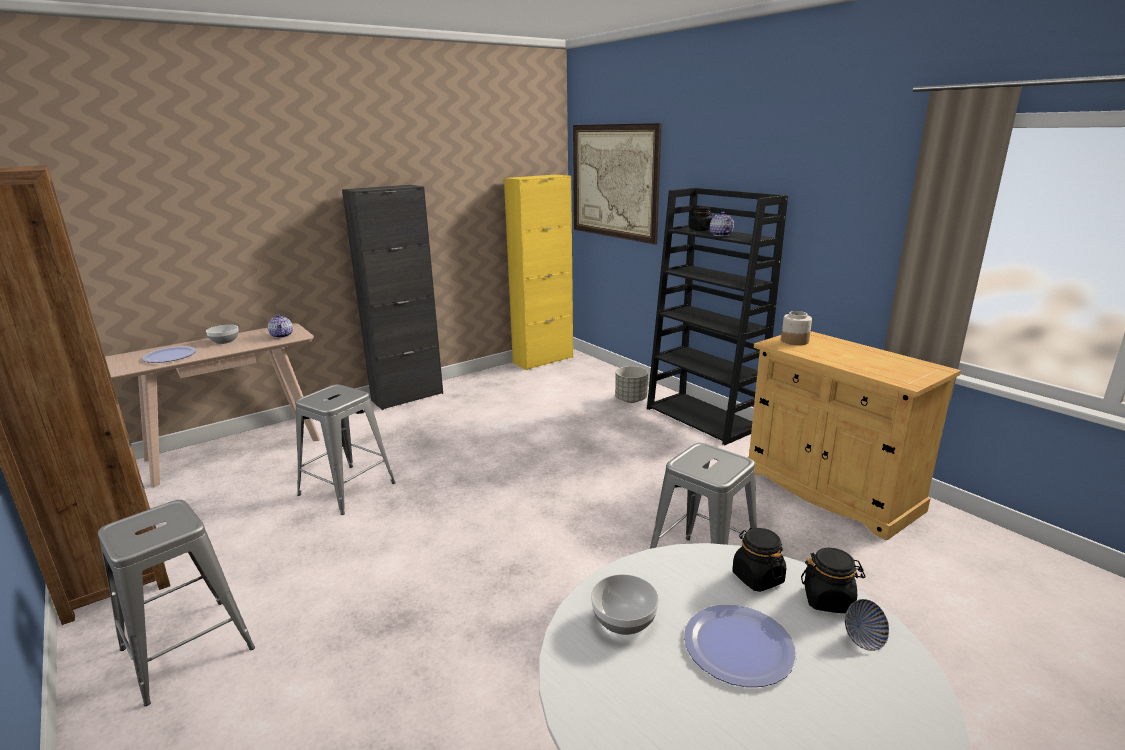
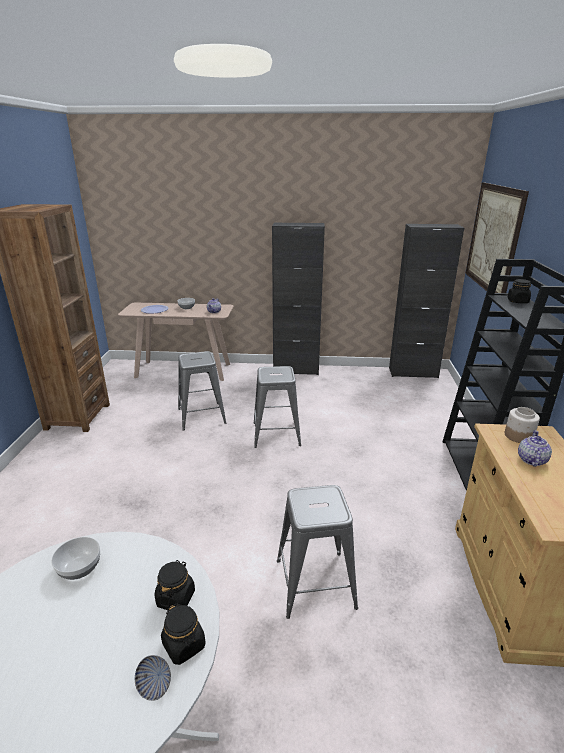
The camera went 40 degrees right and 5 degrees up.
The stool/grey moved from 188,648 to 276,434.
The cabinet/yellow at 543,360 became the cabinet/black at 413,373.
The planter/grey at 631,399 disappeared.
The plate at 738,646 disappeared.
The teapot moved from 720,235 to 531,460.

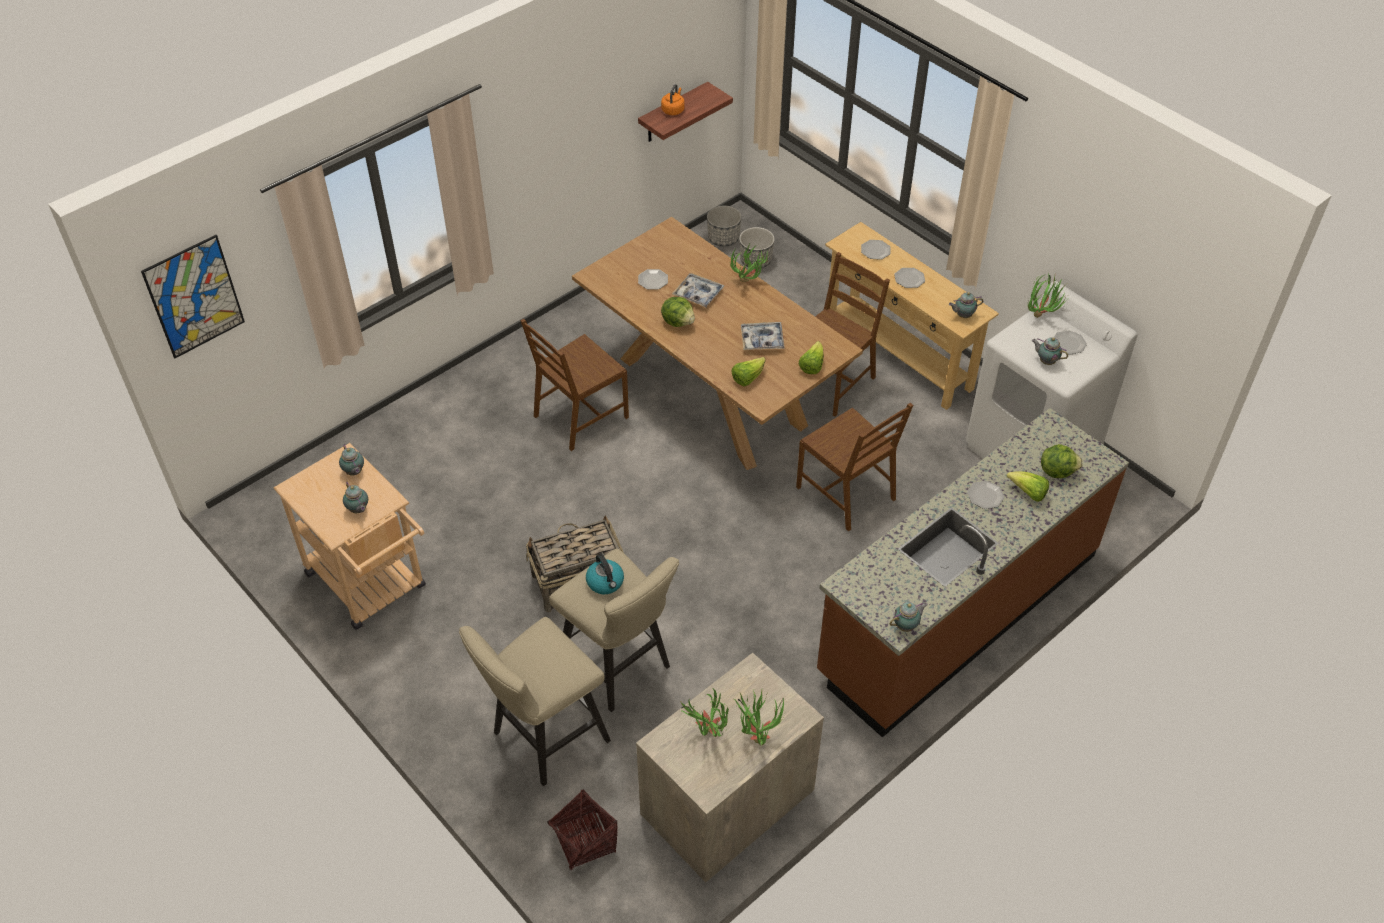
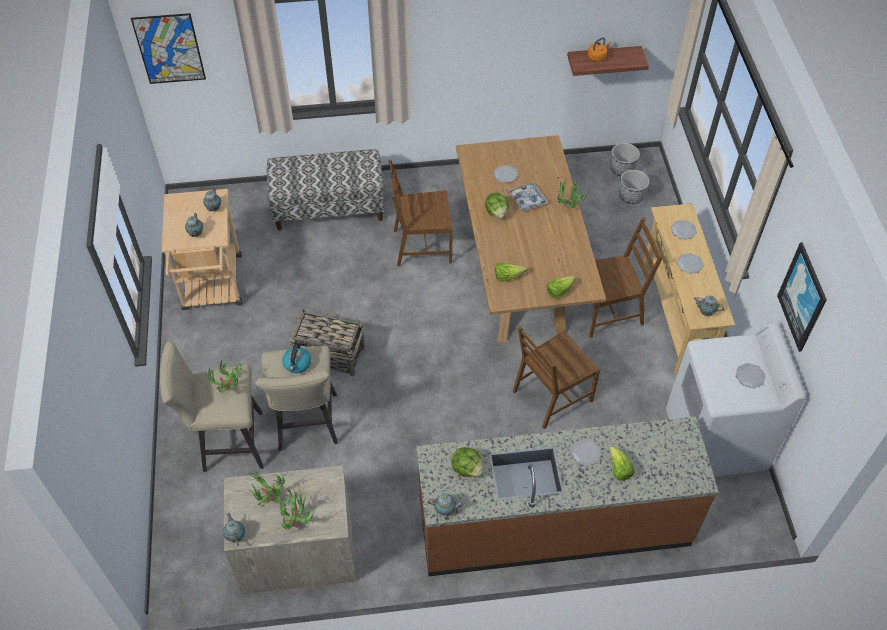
The camera went 35 degrees right and 5 degrees up.
The basket at 584,841 disappeared.
The tray at 762,340 disappeared.
The chair/brown at 847,493 turned 60 degrees clockwise.
The potted plant moved from 1042,315 to 230,389.
The teapot moved from 1046,361 to 235,535.
The lettuce moved from 1057,471 to 467,468.
The bench at 329,208 appeared.
The picture at 803,297 appeared.

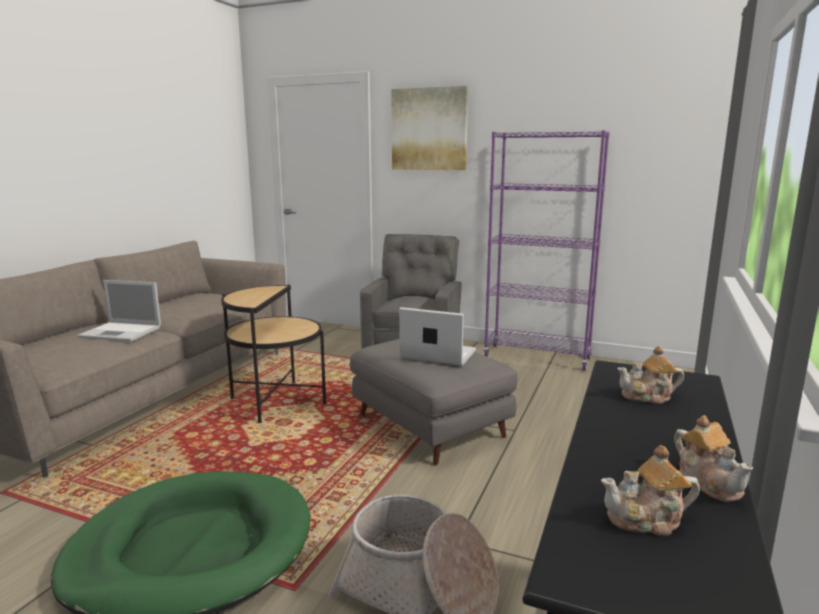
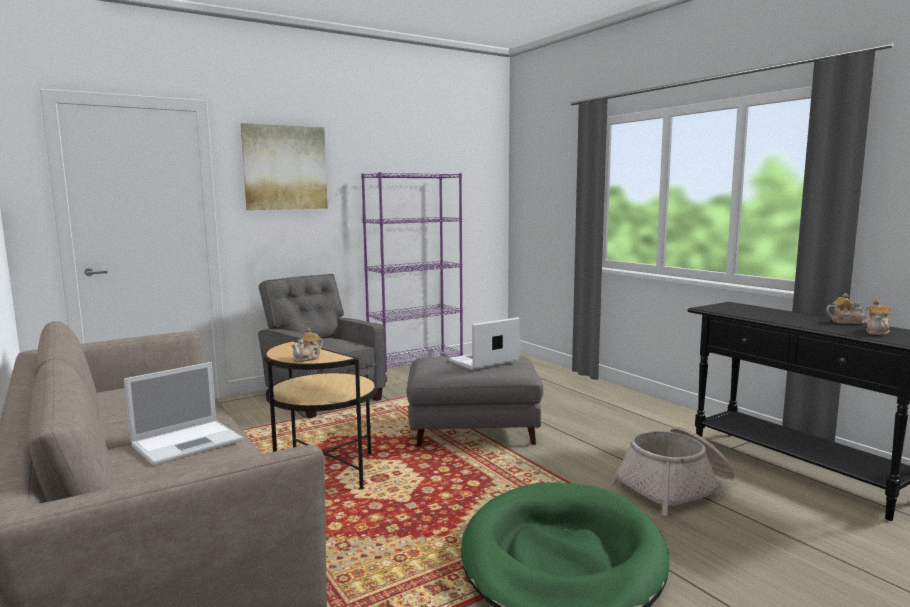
The camera went 55 degrees left and 5 degrees down.
The teapot moved from 648,397 to 308,358.

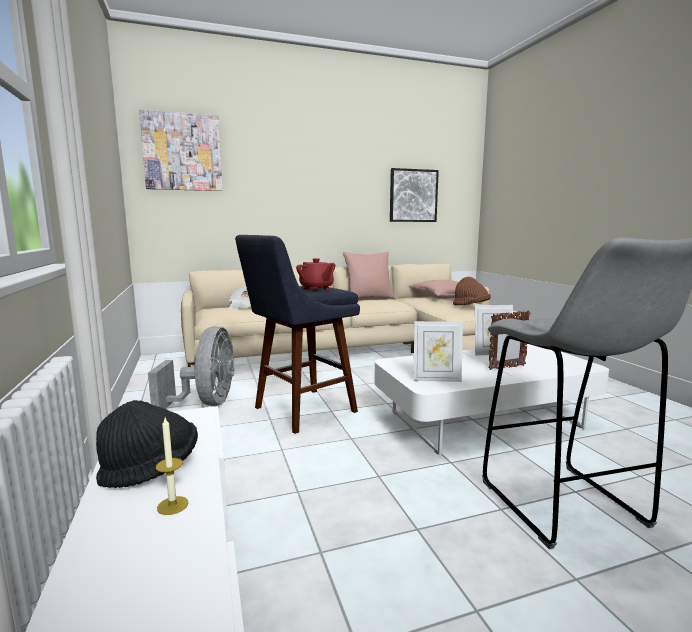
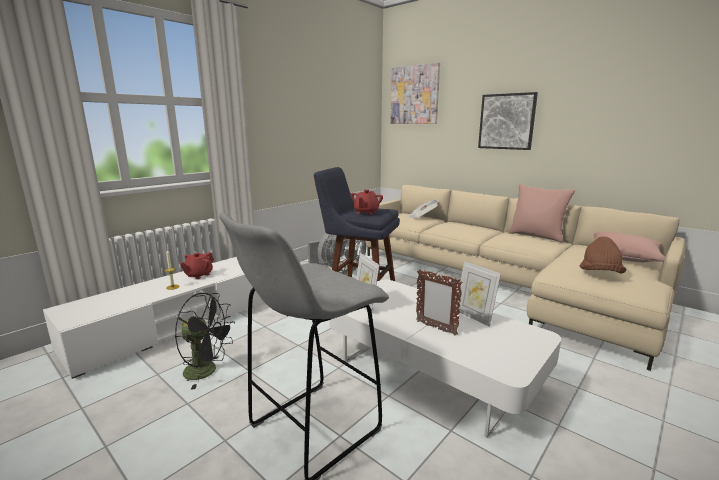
The camera went 60 degrees right and 5 degrees up.
The hat/black at 151,469 was replaced by the teapot/red at 198,275.
The picture moved from 413,195 to 506,121.
The fan/black at 207,371 appeared.

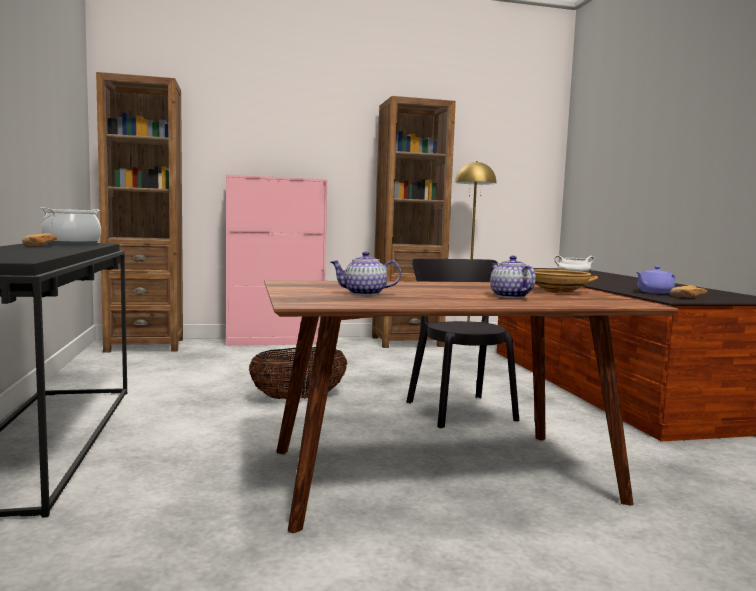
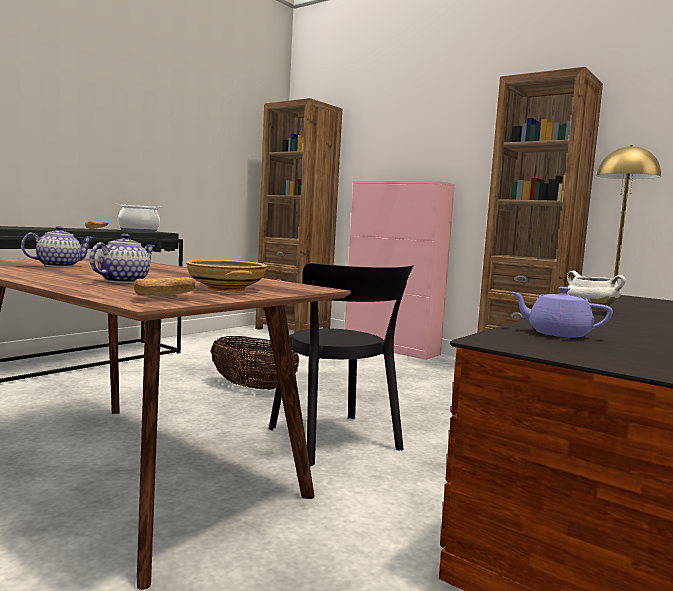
The camera went 50 degrees right and 0 degrees up.
The teapot at 364,294 turned 90 degrees clockwise.
The chair/black at 458,409 turned 120 degrees clockwise.
The bread moved from 690,298 to 159,298.

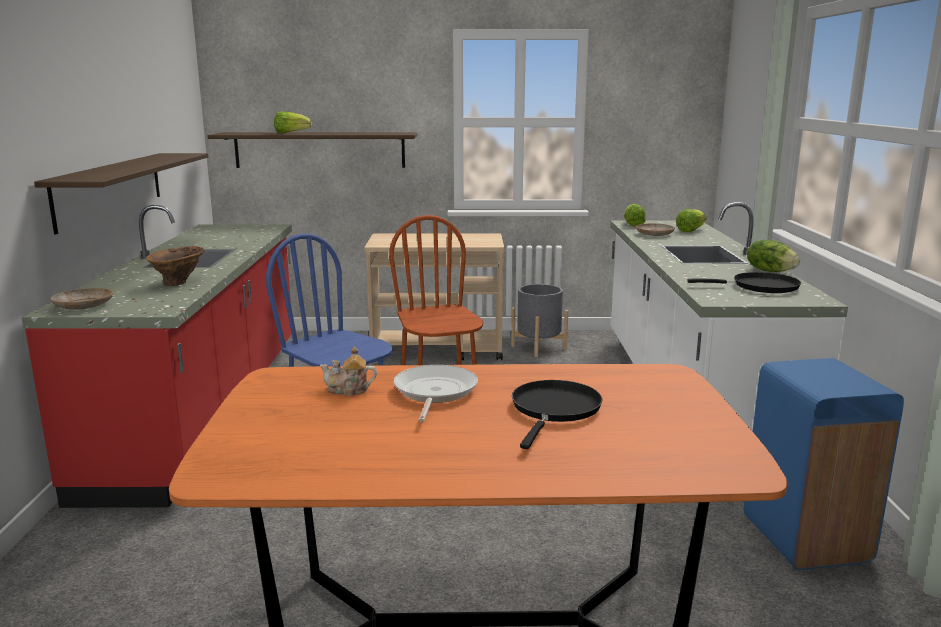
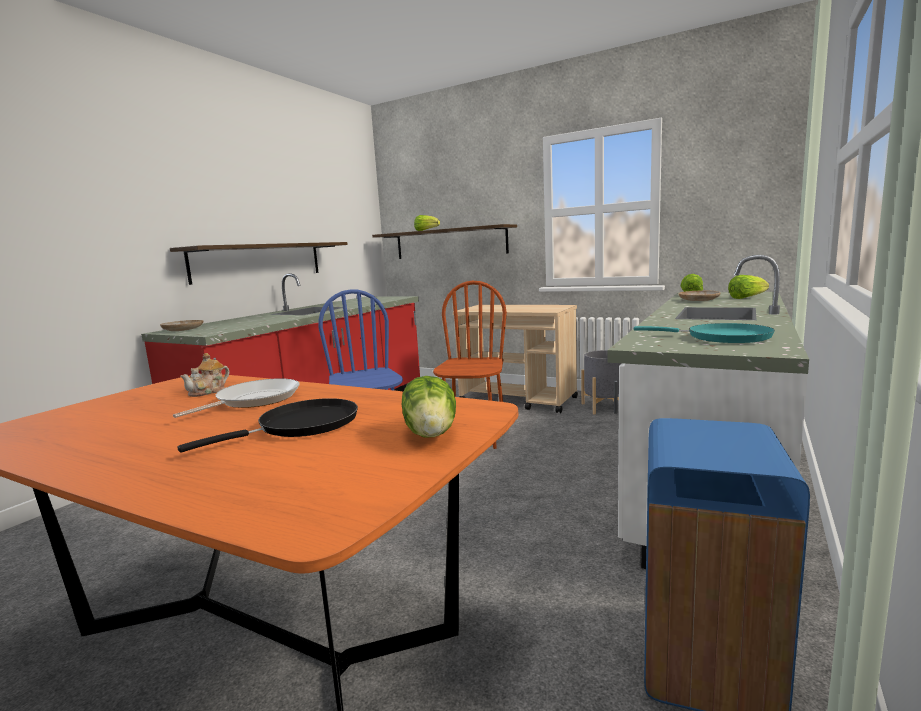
The camera went 30 degrees right and 5 degrees down.
The vase/brown at 180,282 disappeared.
The teapot at 348,390 turned 90 degrees counterclockwise.
The frying pan/black at 760,287 became the frying pan/turquoise at 722,338.
The lettuce moved from 770,271 to 432,433.

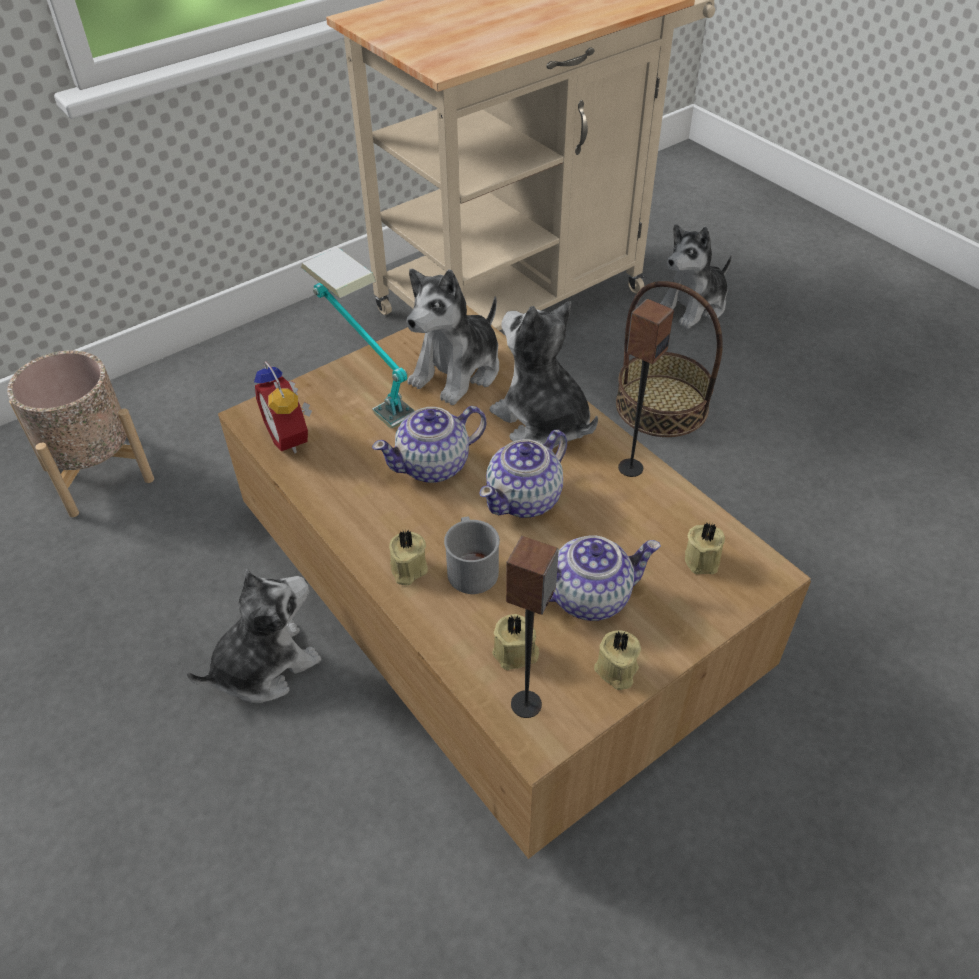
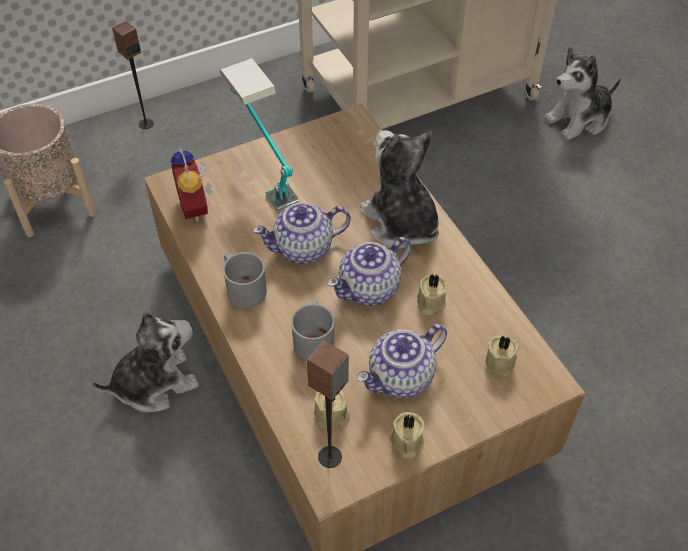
The camera went 10 degrees right and 5 degrees up.
The candle/beige moved from 407,569 to 430,302.
The plush toy at 458,371 disappeared.
The teapot at 589,596 turned 150 degrees clockwise.
The basket at 662,405 disappeared.
The speaker moved from 630,467 to 146,124.
The mug/grey at 243,288 appeared.

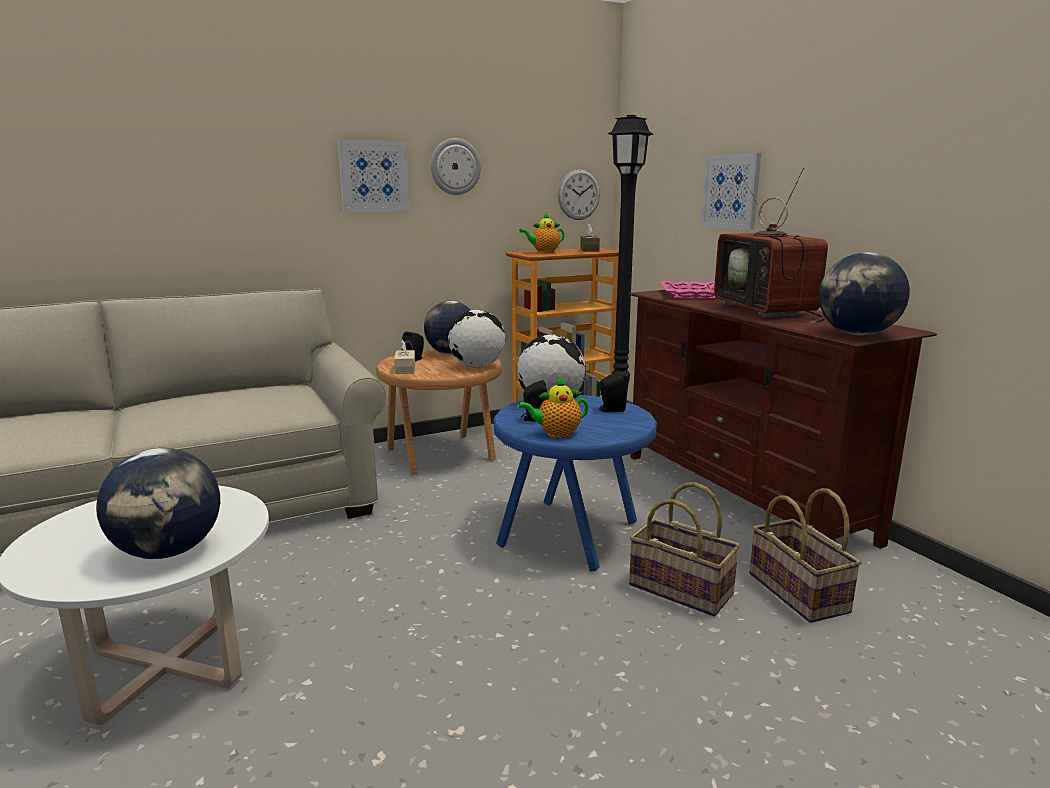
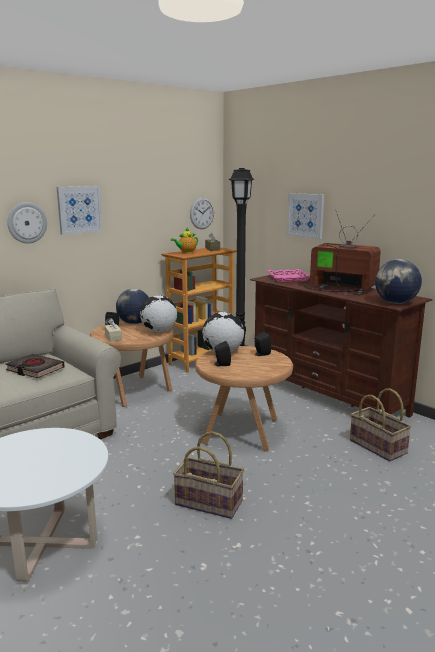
The camera went 15 degrees left and 0 degrees up.
The globe at 168,552 disappeared.
The wall clock moved from 455,166 to 27,222.
The side table/blue at 571,533 became the side table/brown at 242,431.
The teapot at 556,434 disappeared.
The basket moved from 682,589 to 209,502.
The television at 769,311 turned 150 degrees clockwise.
The book/black at 35,369 appeared.

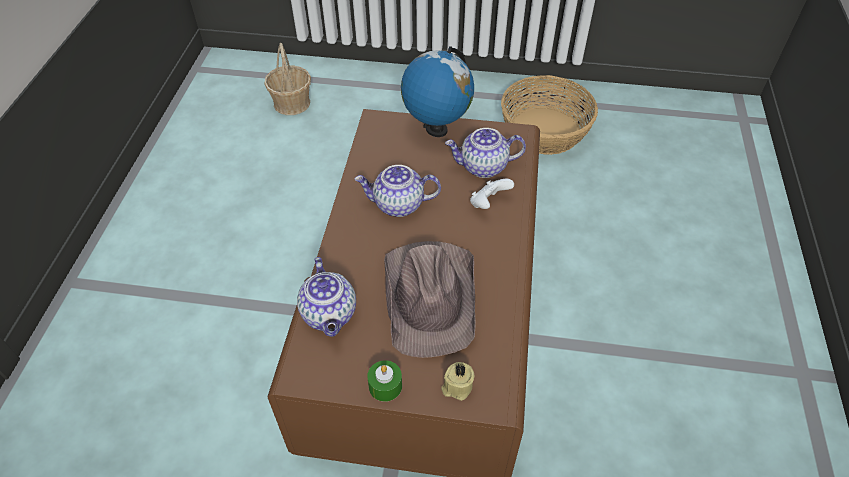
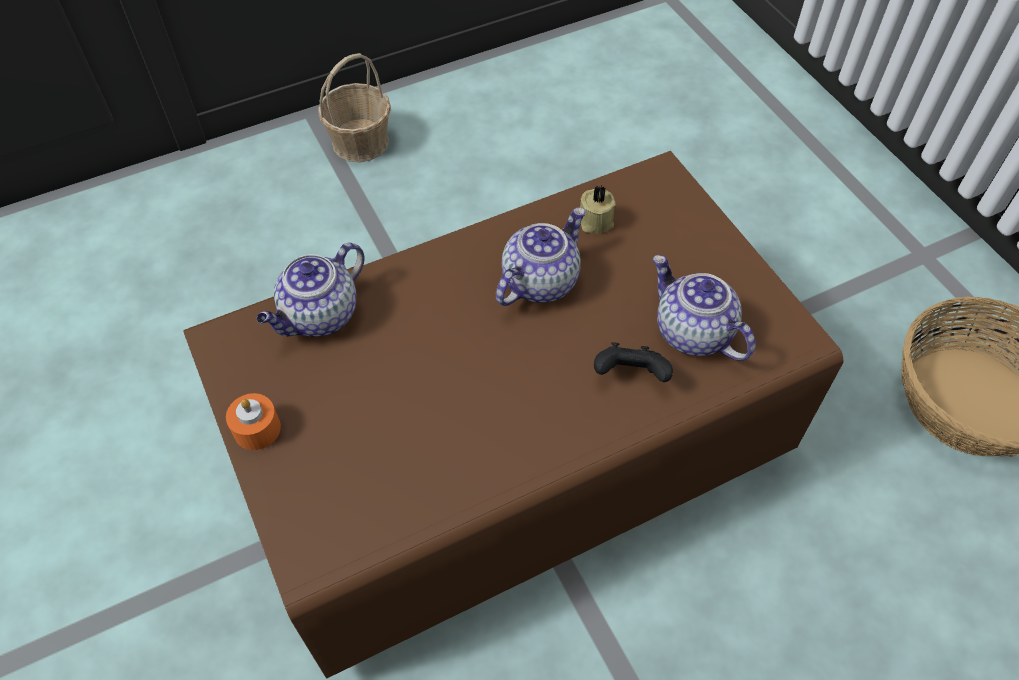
The camera went 55 degrees right and 5 degrees up.
The basket moved from 292,103 to 361,142.
The teapot at 398,205 turned 75 degrees clockwise.
The candle/green at 385,386 became the candle/orange at 257,429.
The hat/brown at 431,297 disappeared.
The globe at 436,129 disappeared.
The candle/beige moved from 457,387 to 594,221.
The game controller/white at 488,203 became the game controller/black at 630,376.

